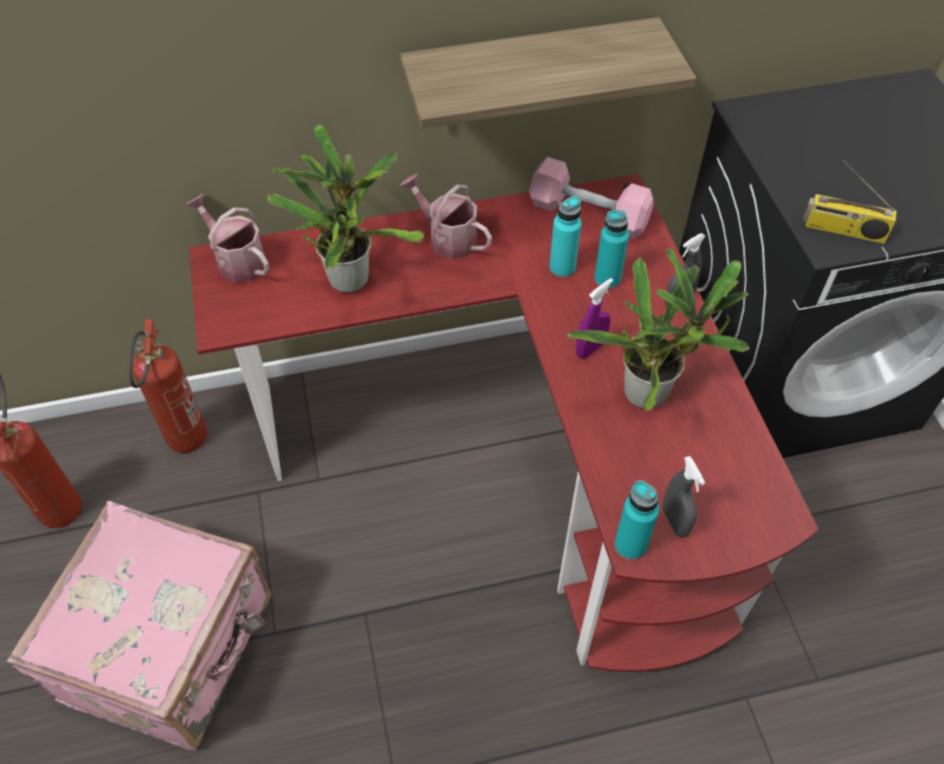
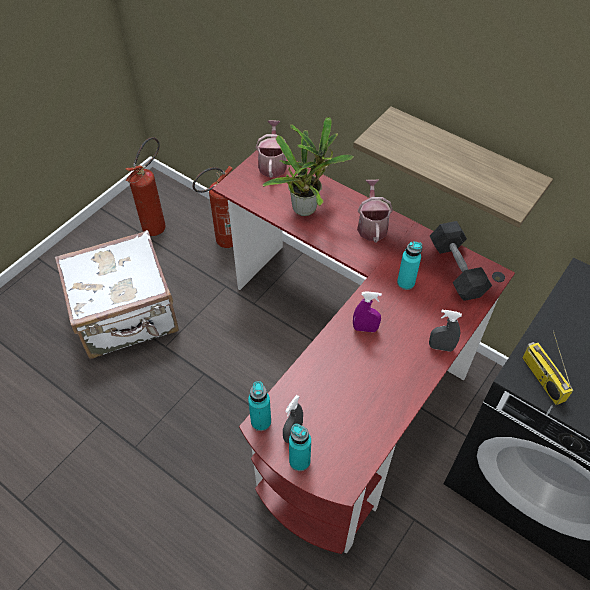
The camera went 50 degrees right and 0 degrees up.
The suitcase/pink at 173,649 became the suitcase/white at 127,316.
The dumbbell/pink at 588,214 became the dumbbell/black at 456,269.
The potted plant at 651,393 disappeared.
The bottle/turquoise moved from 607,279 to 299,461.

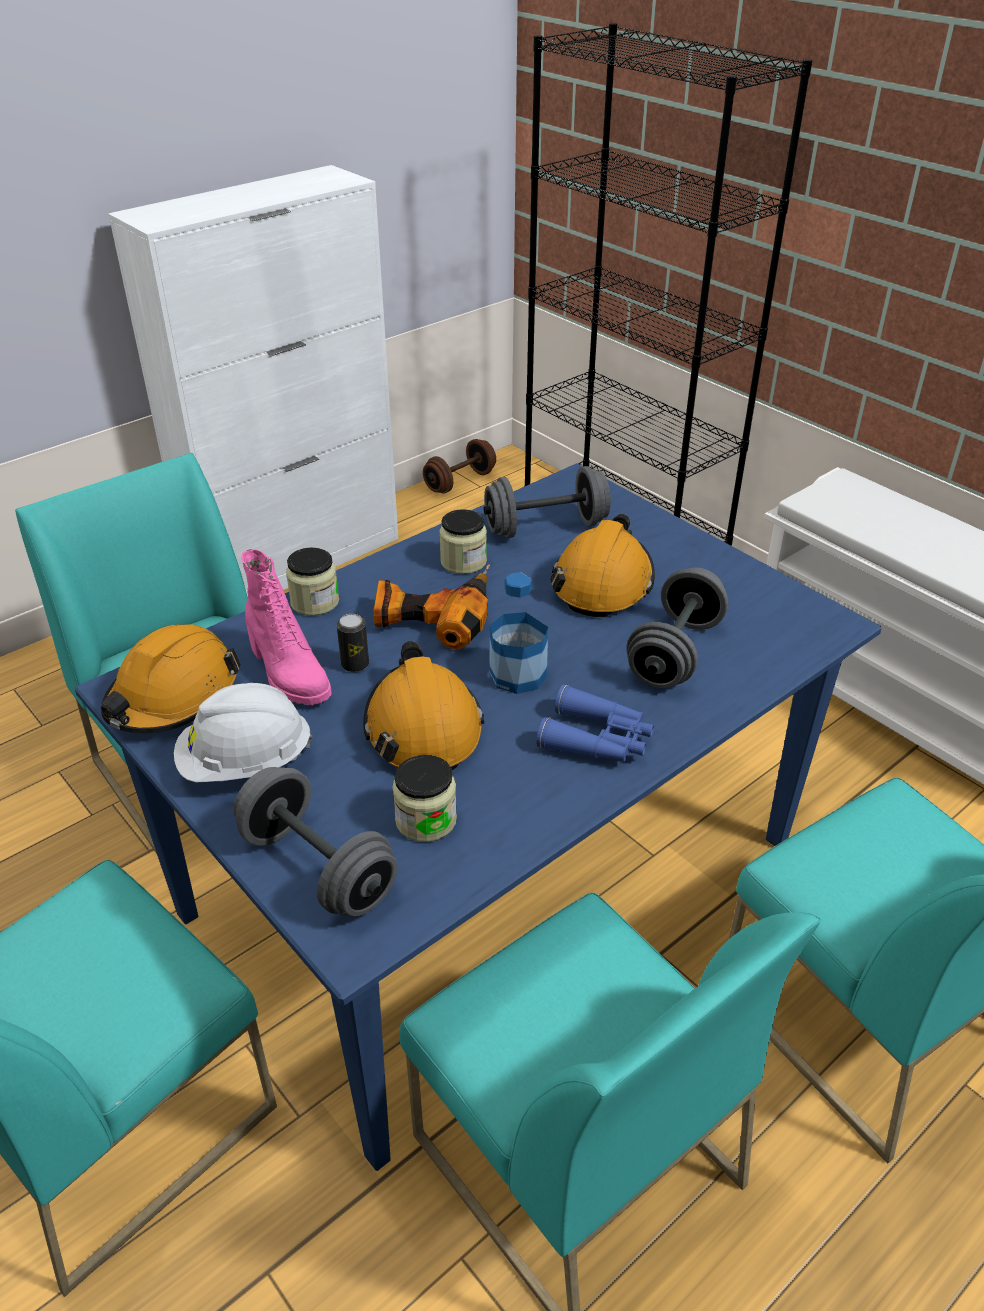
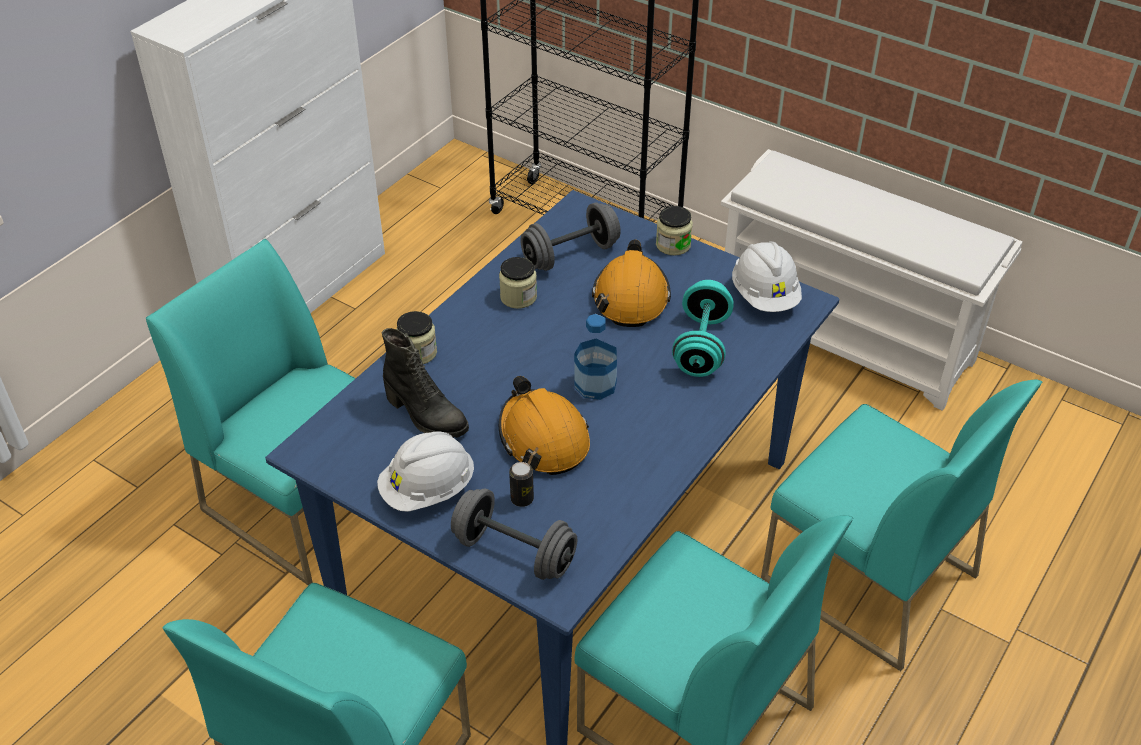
The camera went 15 degrees left and 5 degrees up.
The hard hat/orange at 173,697 disappeared.
The boot/pink at 287,674 became the boot/black at 425,416.
The can moved from 355,664 to 522,499.
The power drill at 433,614 disappeared.
The jar moved from 426,820 to 673,245.
The dumbbell/brown at 460,482 disappeared.
The binoculars/blue at 597,739 disappeared.
The dumbbell/grey at 674,653 became the dumbbell/turquoise at 701,346.
The hard hat/white at 765,296 appeared.

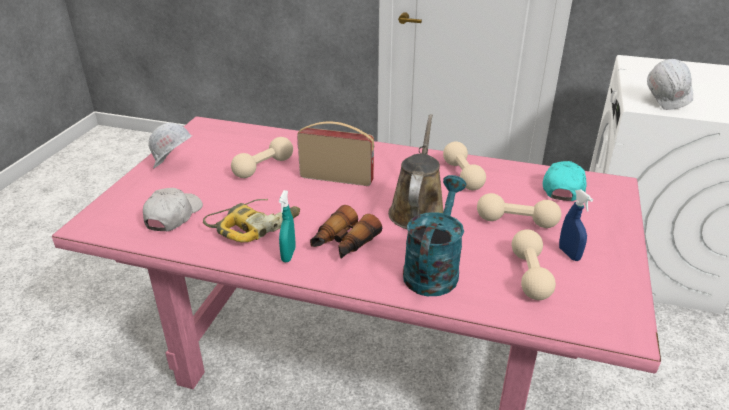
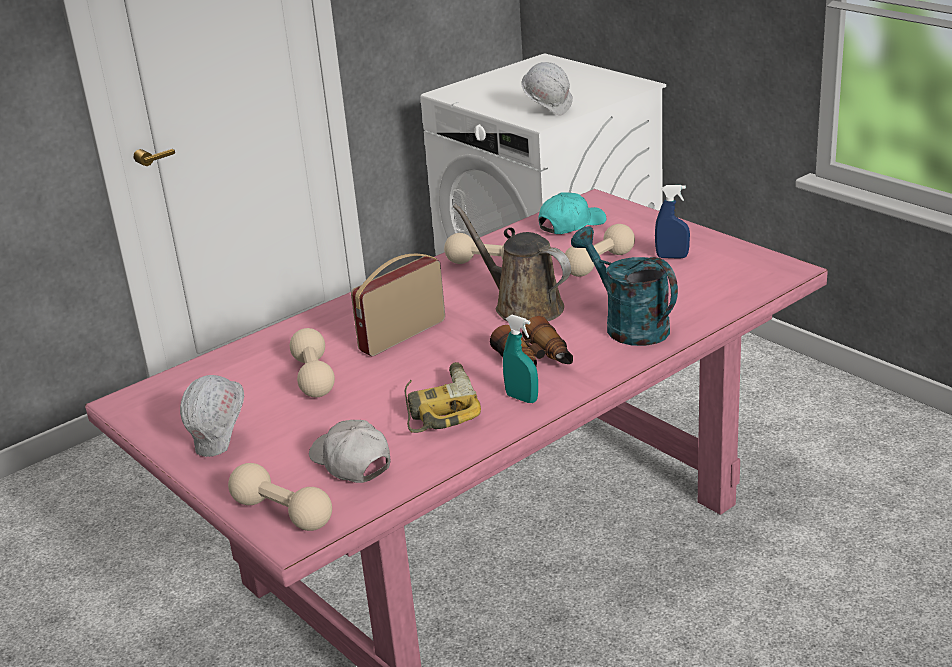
The camera went 55 degrees left and 5 degrees down.
The dumbbell/beige moved from 530,275 to 282,513.
The cap/turquoise at 563,188 turned 90 degrees clockwise.

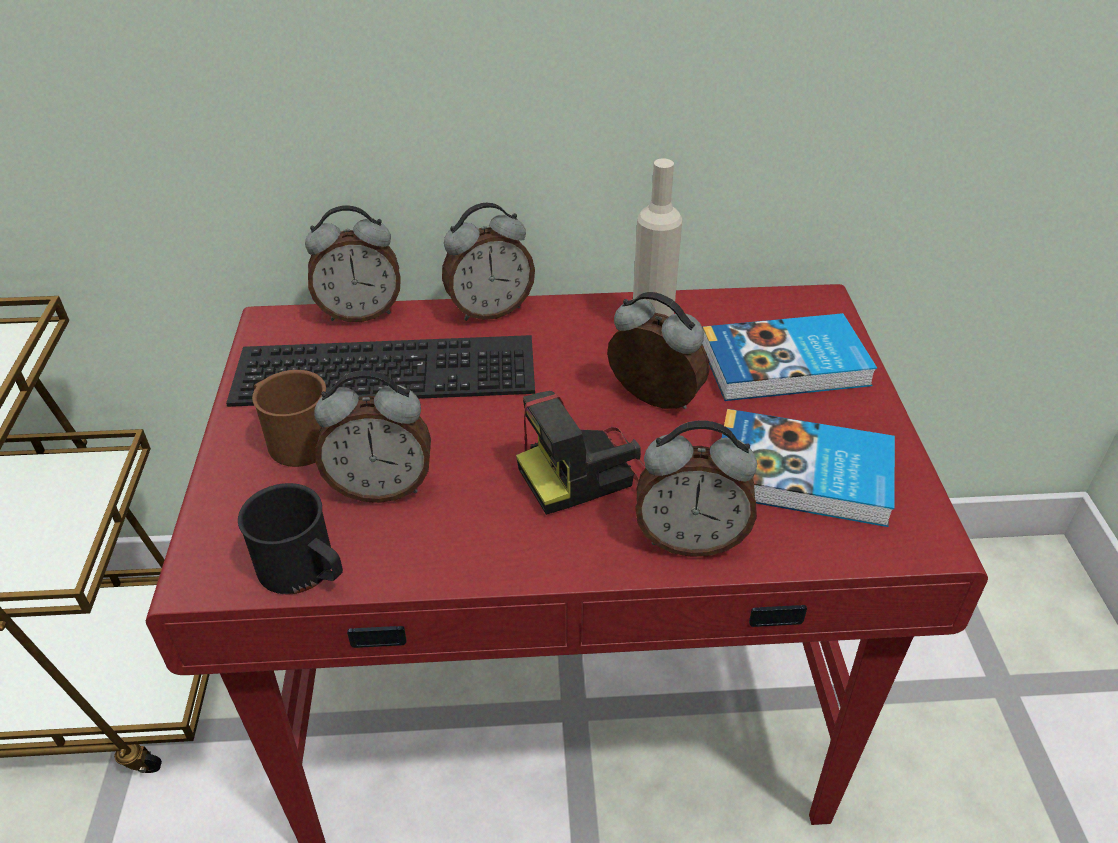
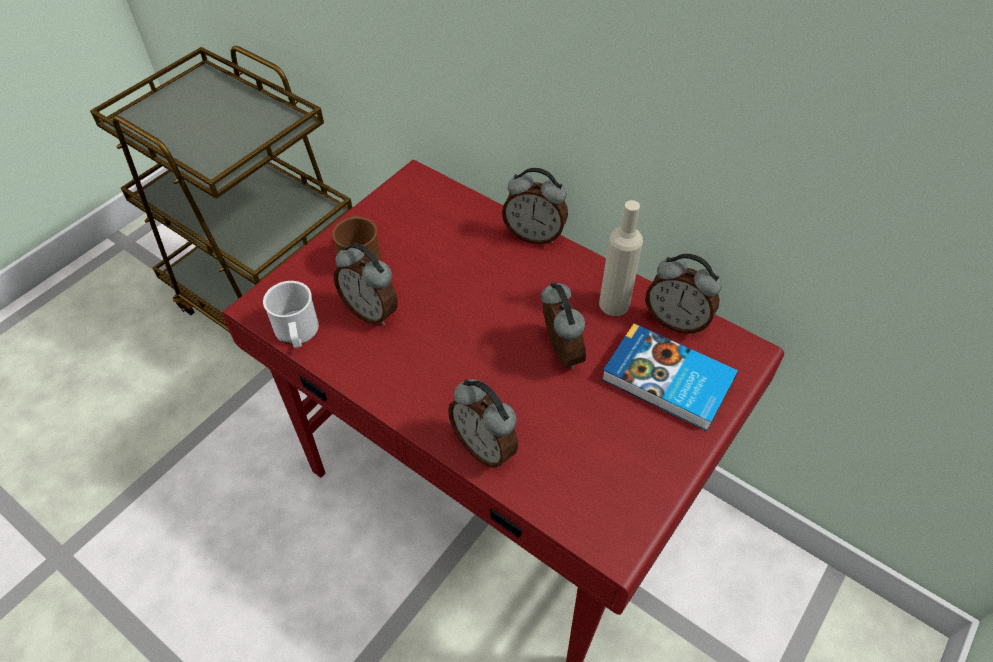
The camera went 40 degrees right and 10 degrees up.
The keyboard at 389,367 disappeared.
The mug/black at 305,571 became the mug/white at 297,334.
The alarm clock moved from 360,312 to 676,321.
The photo camera at 592,475 disappeared.
The book at 803,476 disappeared.

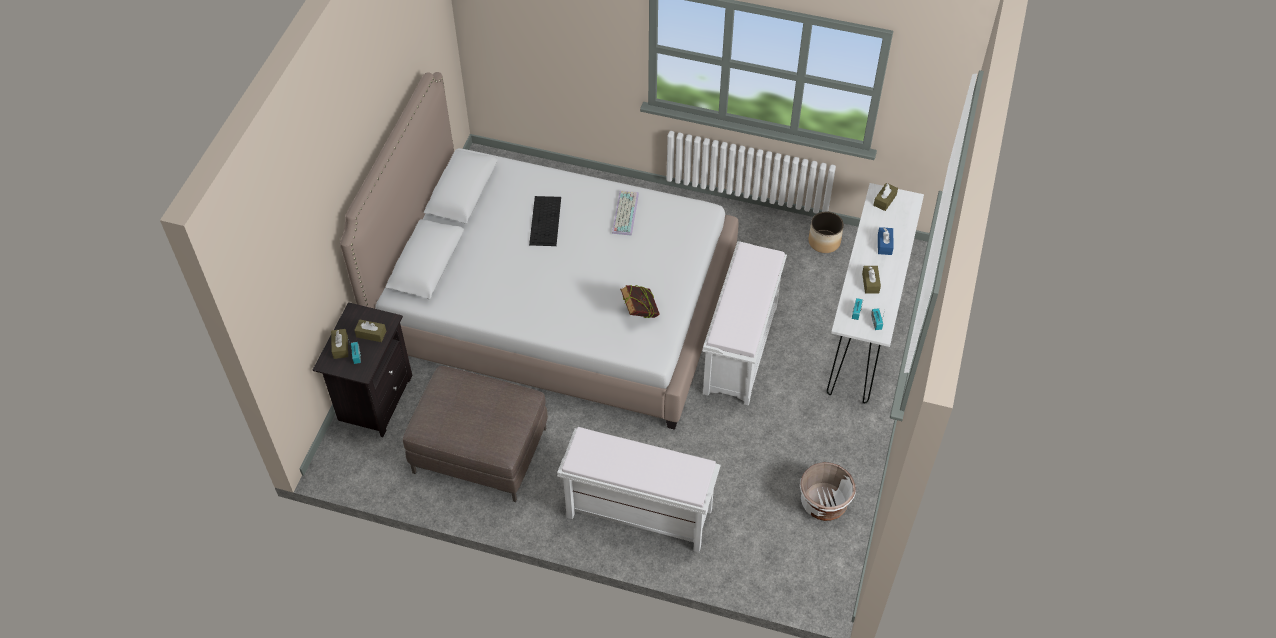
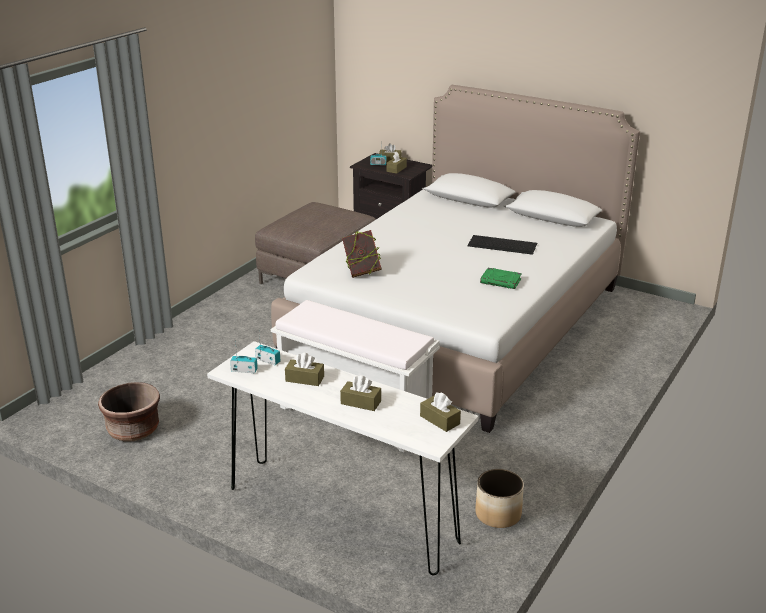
The camera went 105 degrees right and 25 degrees down.
The bench/white at 637,514 disappeared.
The keyboard at 624,212 was replaced by the book/green at 501,281.
The planter/white at 823,503 became the planter/brown at 133,430.
The tissue box/blue at 884,244 became the tissue box/brown at 361,402.

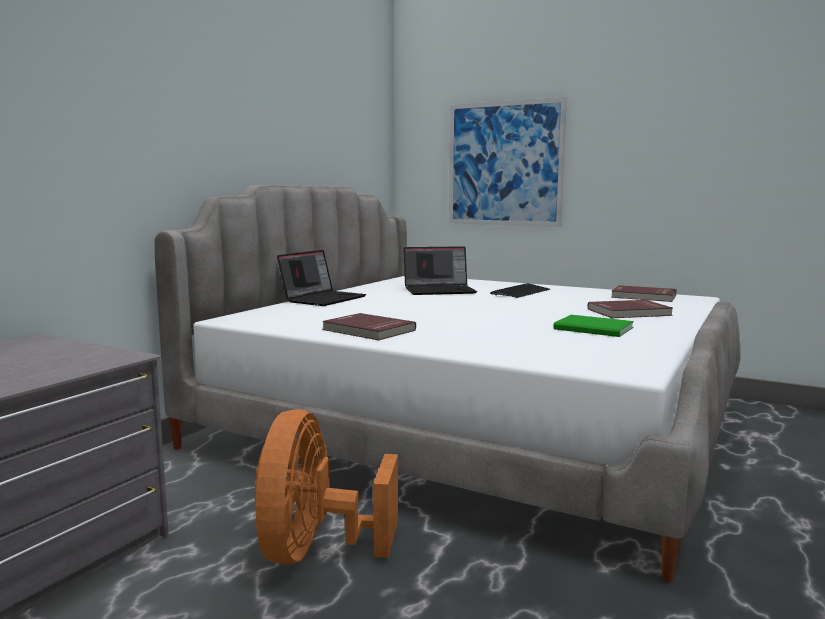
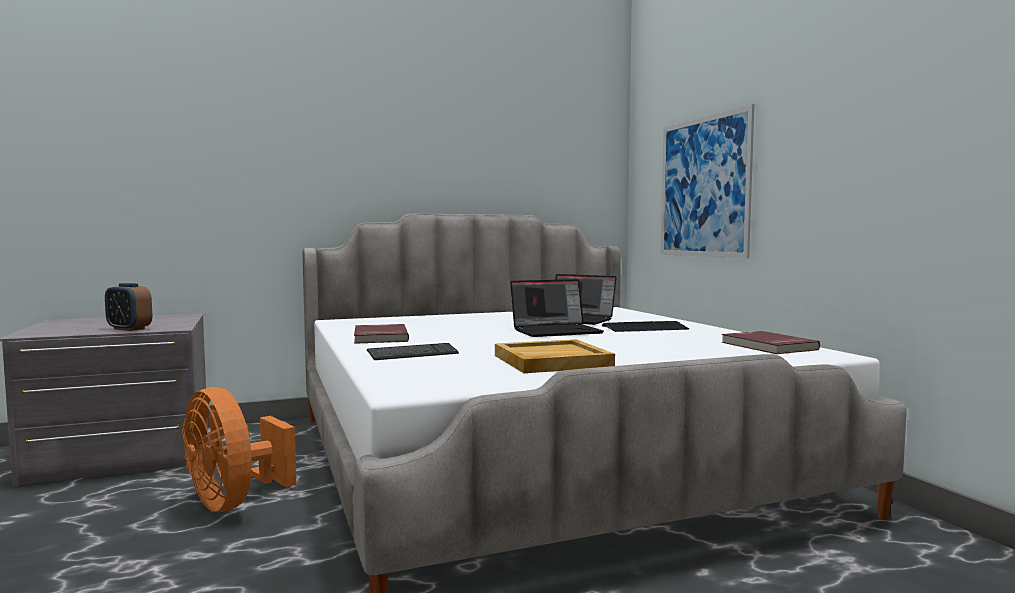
The camera went 40 degrees right and 5 degrees down.
The fan/orange at 315,551 turned 90 degrees counterclockwise.
The laptop moved from 323,299 to 557,331.
The book/green at 595,329 was replaced by the tray/beige at 551,361.
The book/red at 629,312 disappeared.
The alarm clock at 129,329 appeared.
The keyboard at 412,354 appeared.

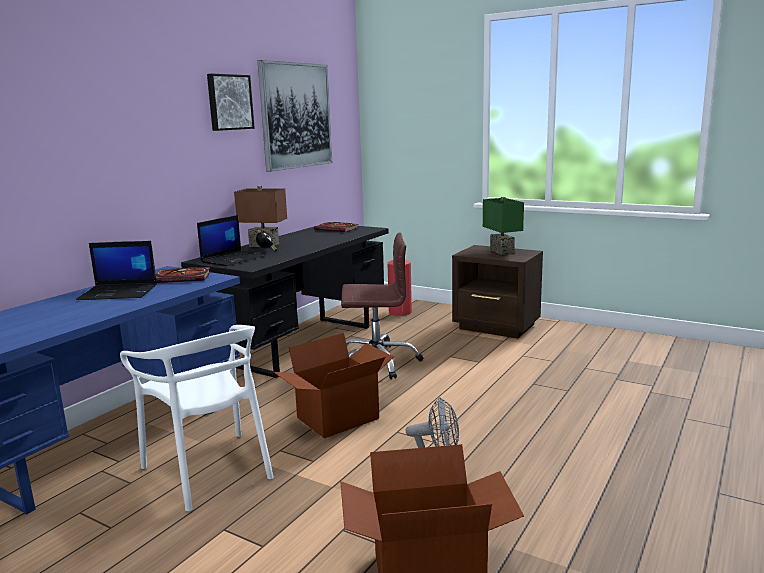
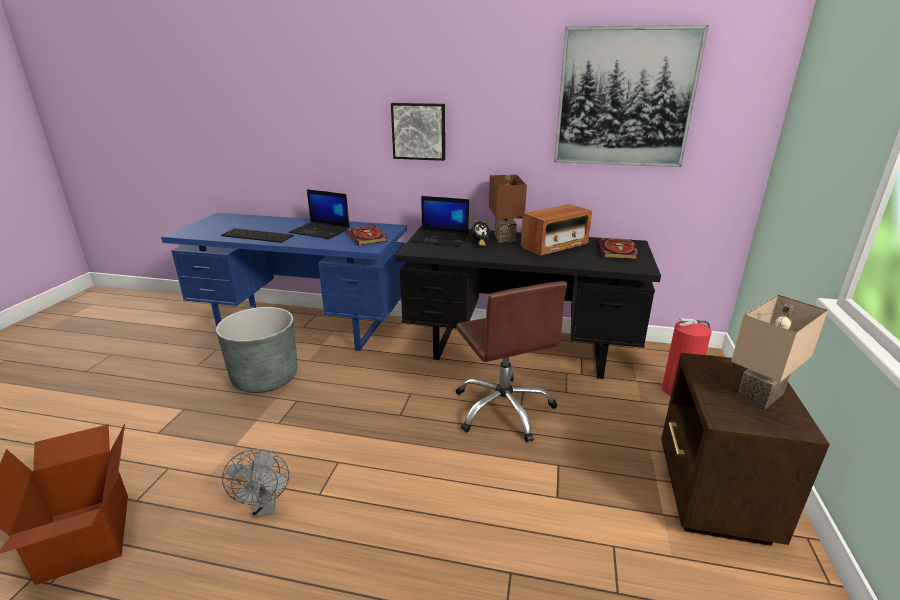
The camera went 70 degrees right and 10 degrees up.
The laptop at 119,292 turned 45 degrees counterclockwise.
The chair/white at 210,470 was replaced by the planter/grey at 265,378.
The picture moved from 229,102 to 419,131.
The cardboard box at 338,419 disappeared.
The table lamp/green at 503,251 became the table lamp/beige at 762,396.
The keyboard at 258,235 appeared.
The radio at 554,246 appeared.

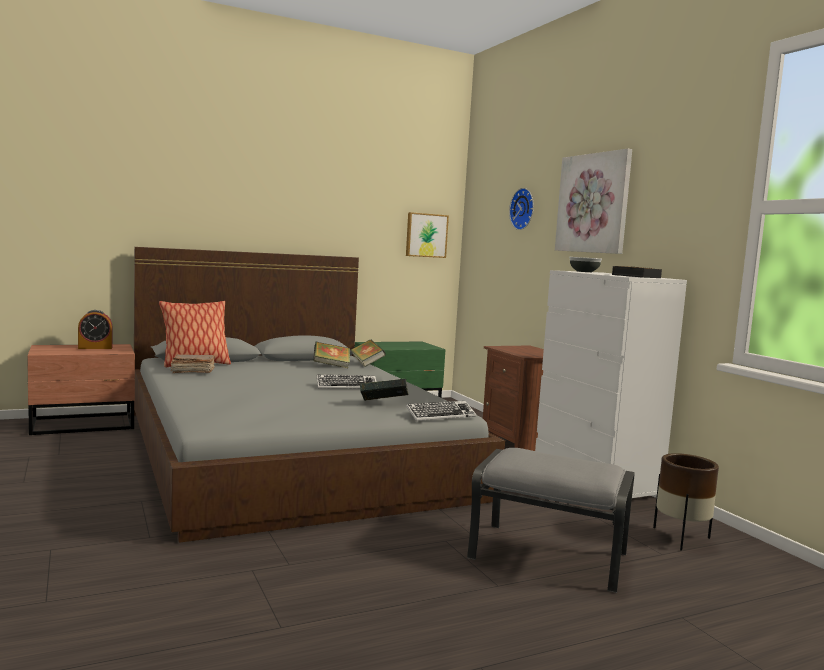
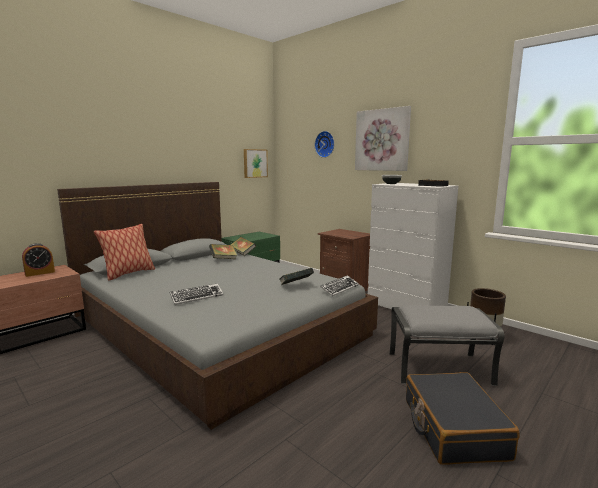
The camera went 20 degrees left and 5 degrees up.
The book/brown at 192,371 disappeared.
The keyboard moved from 346,386 to 197,297.
The suitcase/black at 453,428 appeared.

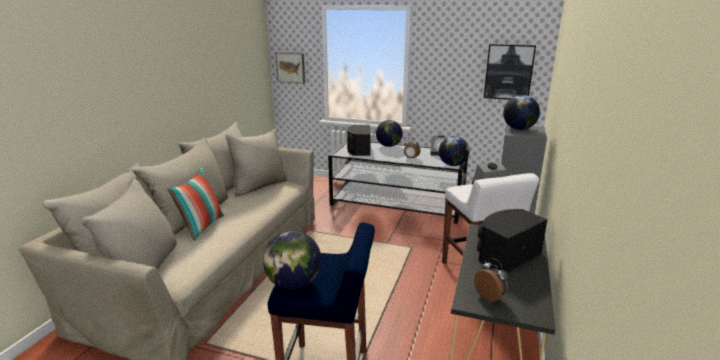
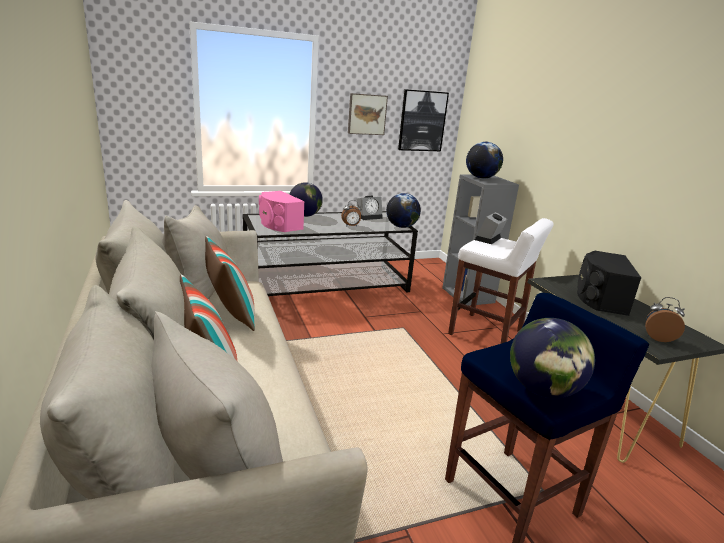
The camera went 40 degrees left and 0 degrees up.
The picture moved from 291,67 to 366,114.
The speaker/black at 359,150 became the speaker/pink at 278,224.
The pillow at 230,316 appeared.

